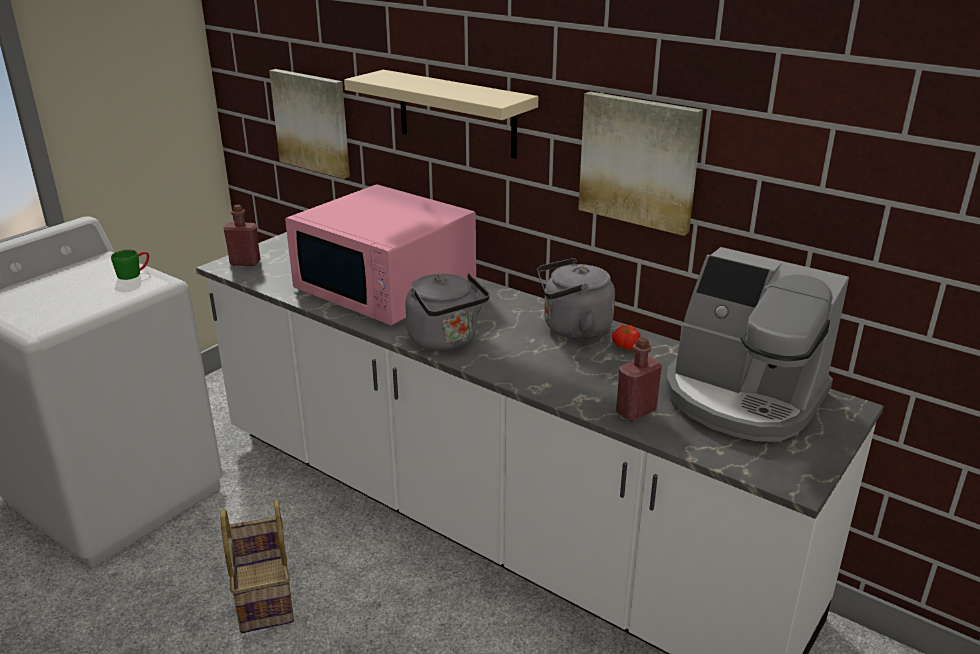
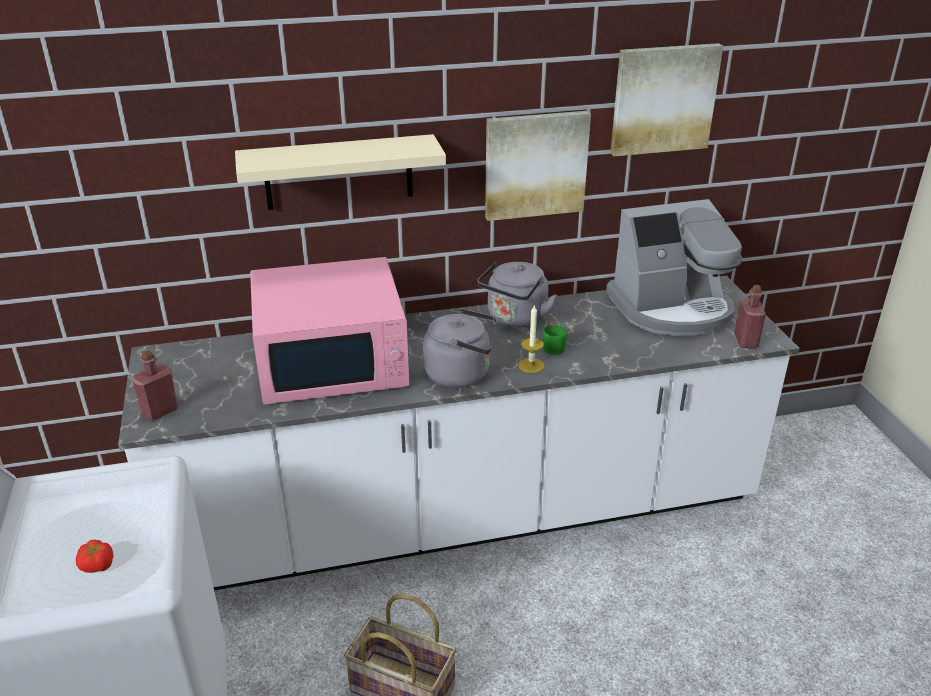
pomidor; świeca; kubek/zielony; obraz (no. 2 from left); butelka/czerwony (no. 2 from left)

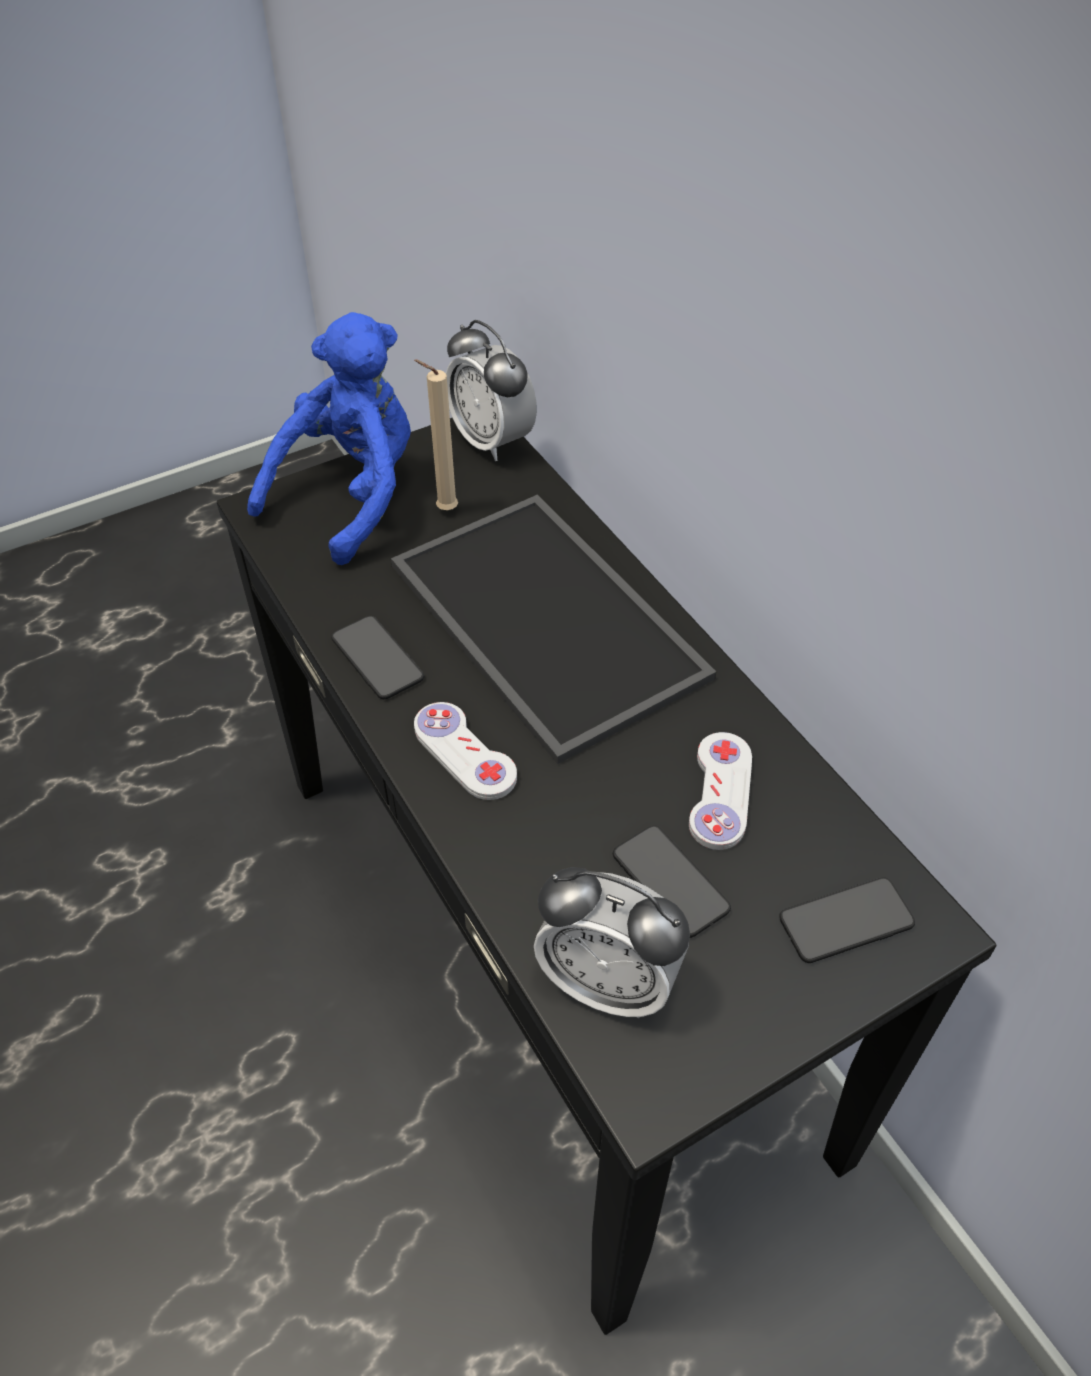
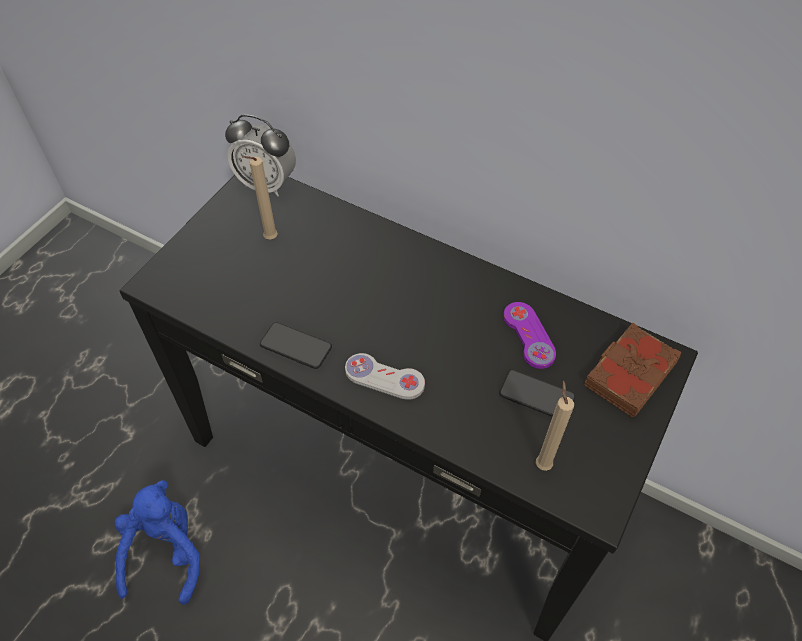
pluszak/niebieski; pad do gier/fioletowy; świeca/beżowy (no. 2 from left); książka/brązowy; taca

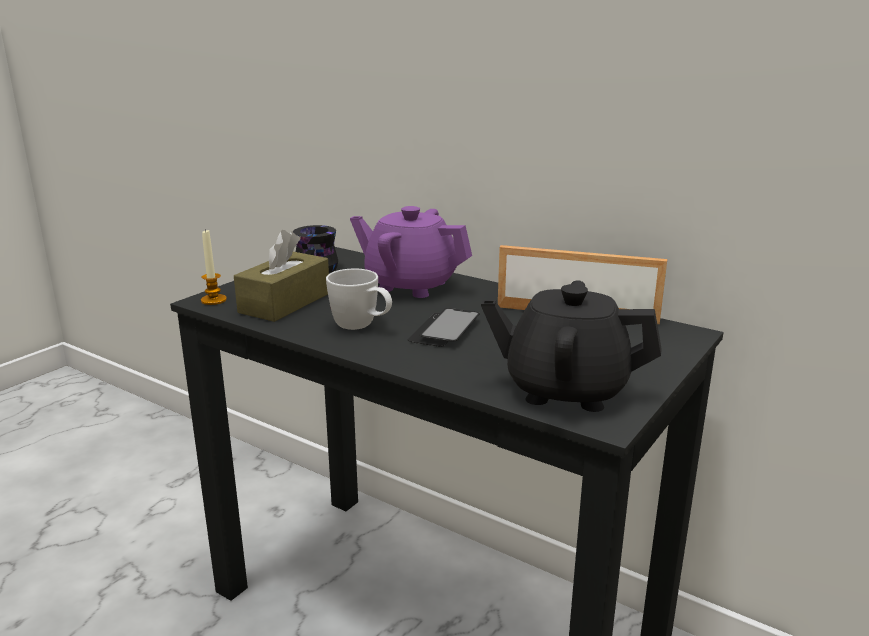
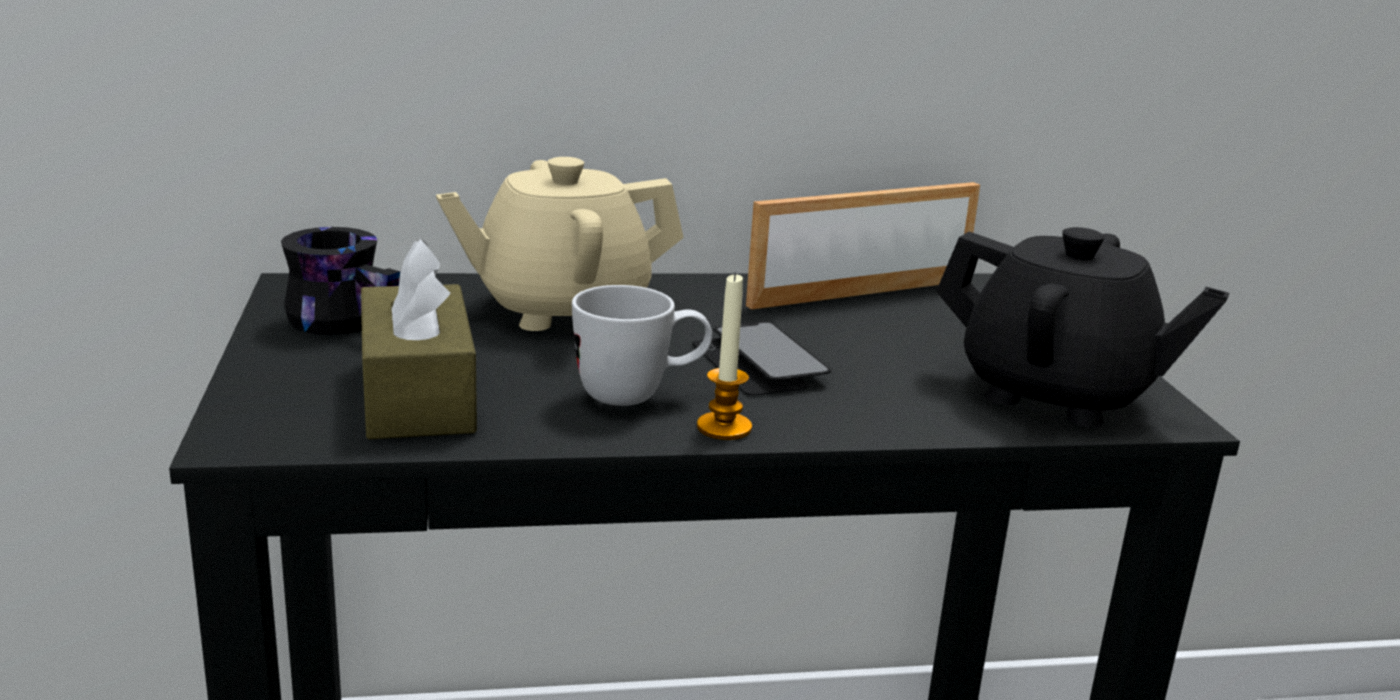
imbryk/beżowy; świeca; imbryk/czarny

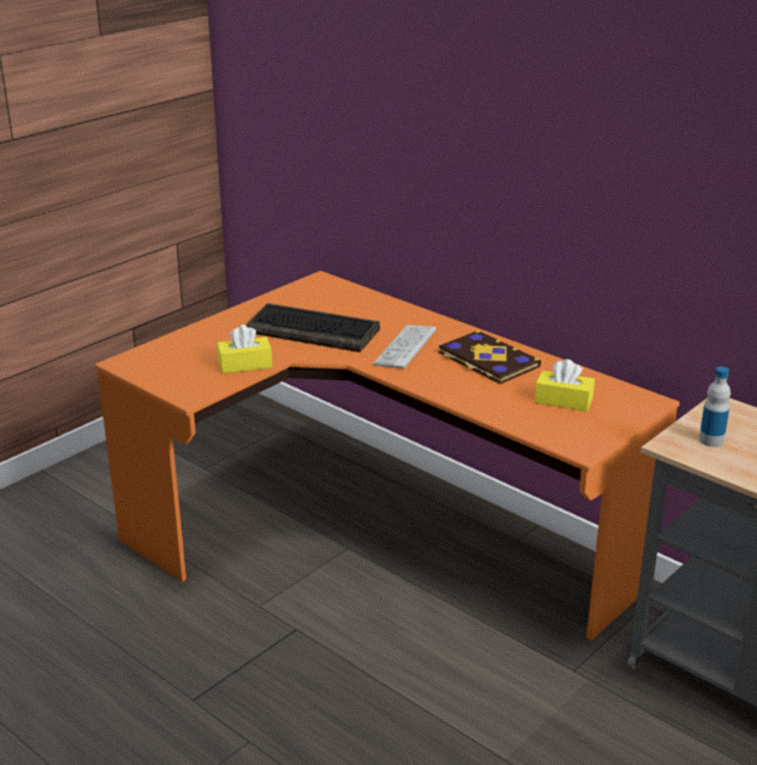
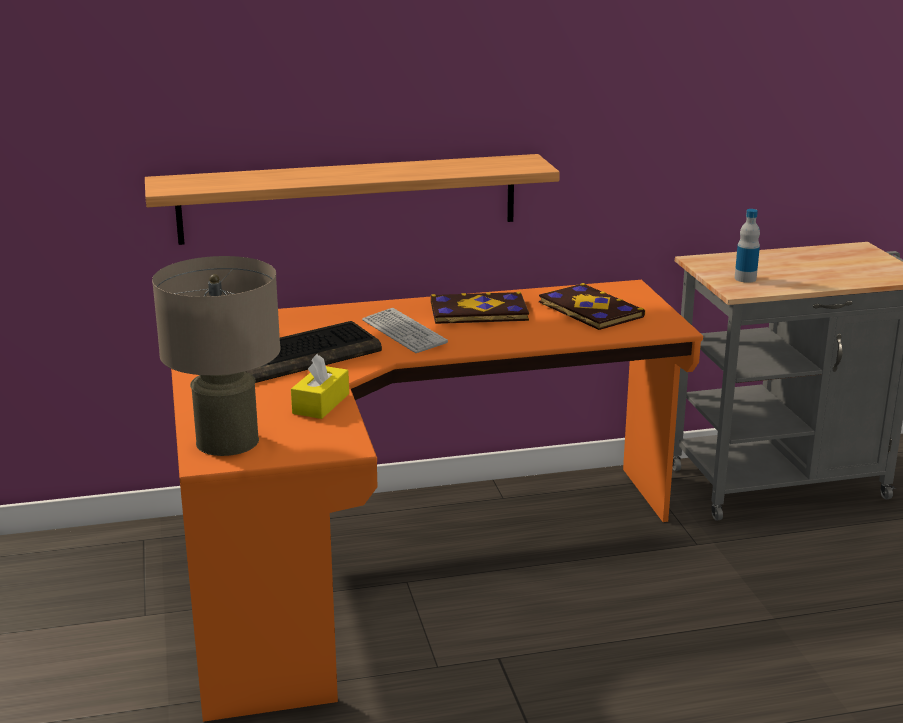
półka; lampa stołowa/beżowy; książka (no. 2 from left)

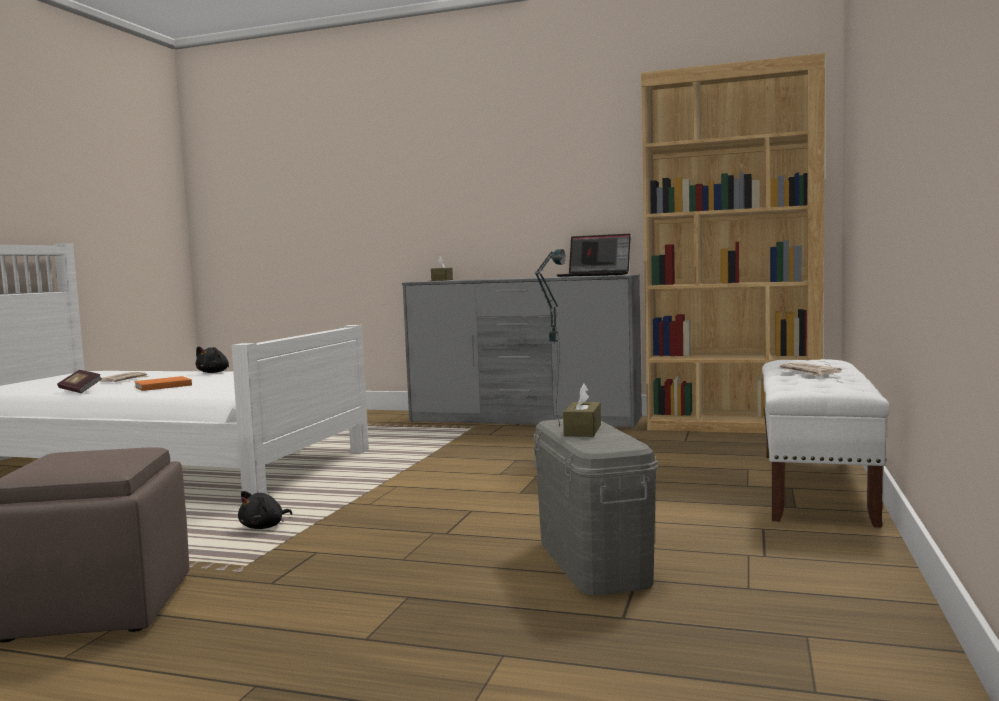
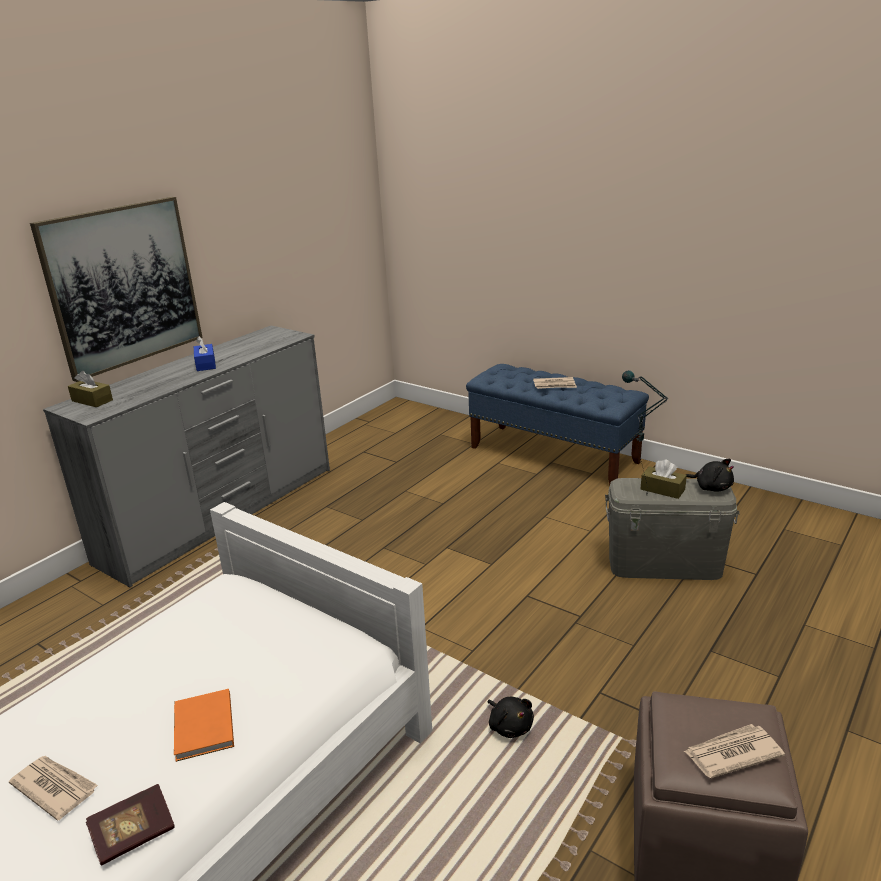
obraz; pudełko chusteczek/niebieski; ławka/niebieski; gazeta (no. 3 from left); pluszak/czarny (no. 2 from left); laptop; regał/brązowy

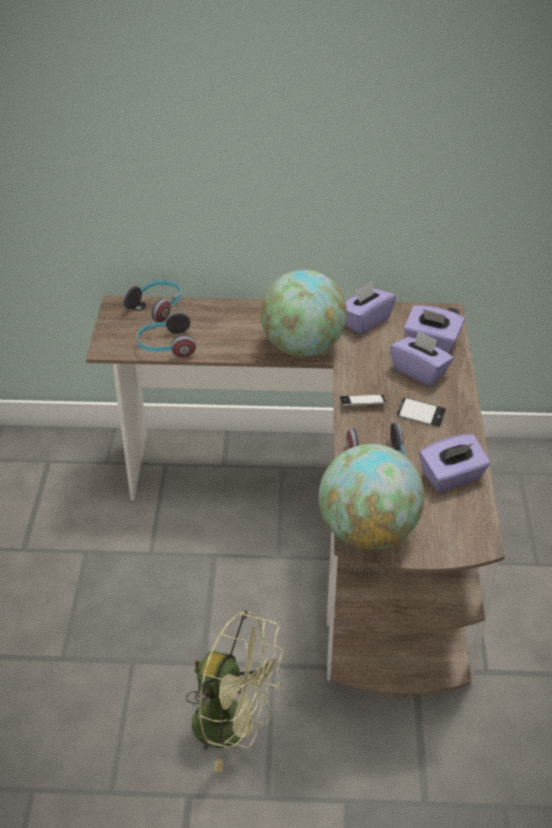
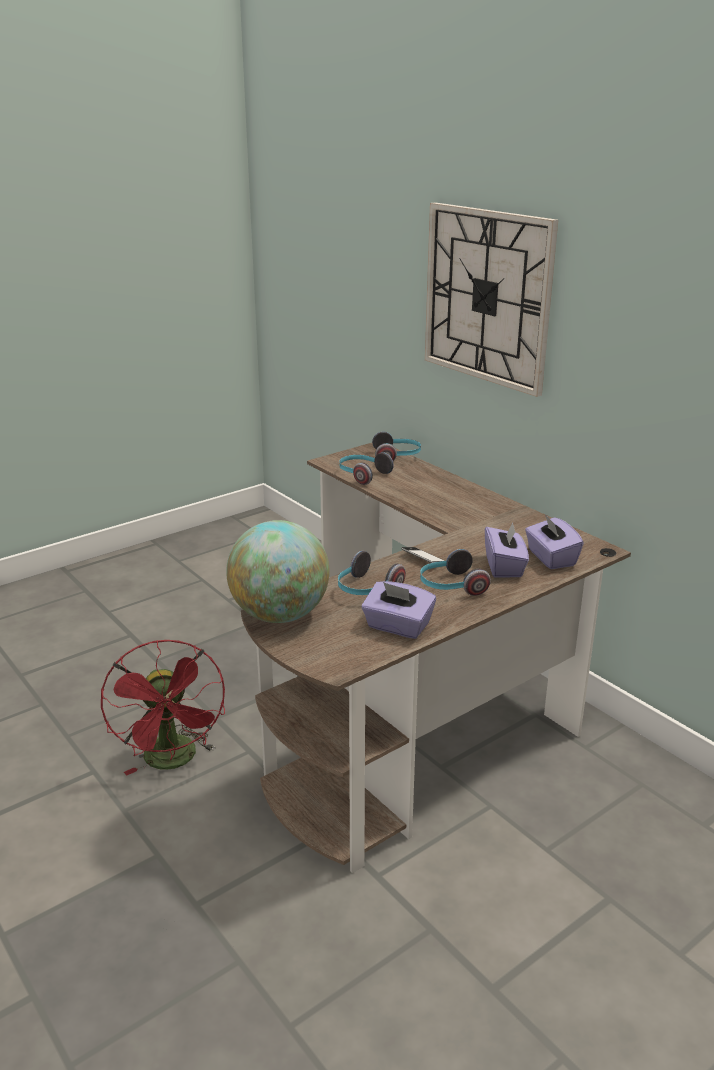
wentylator/czerwony; słuchawki (no. 4 from left); zegar ścienny; globus (no. 1 from left in the first image); pudełko chusteczek/fioletowy (no. 1 from left in the first image)

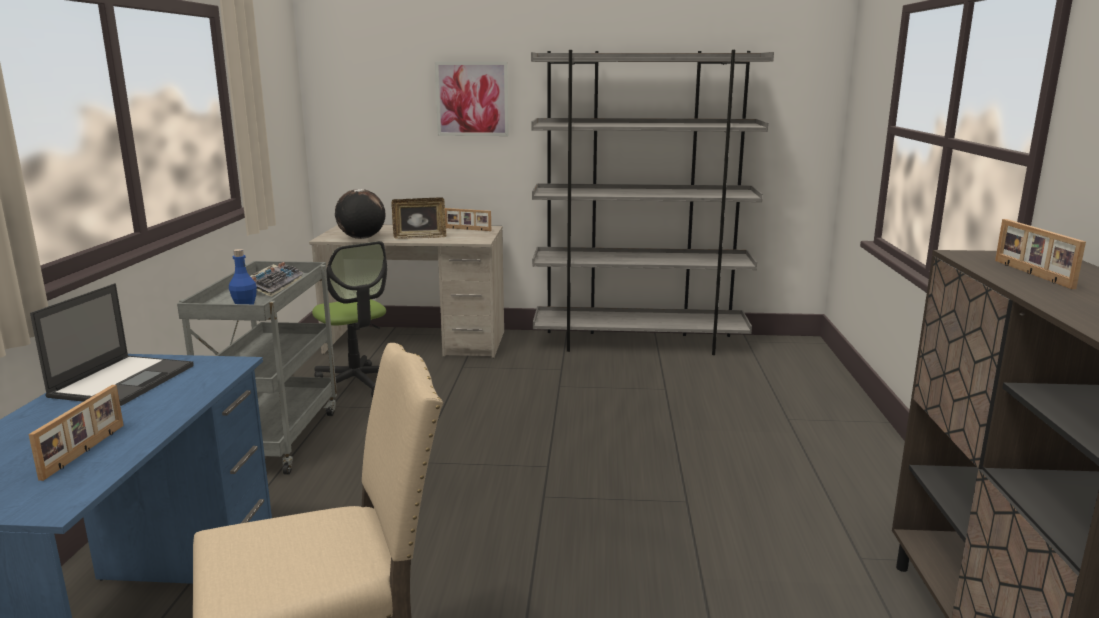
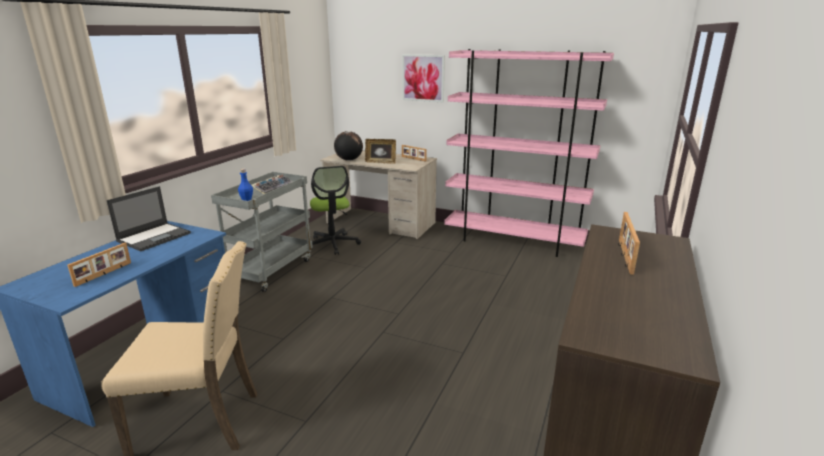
regał/różowy

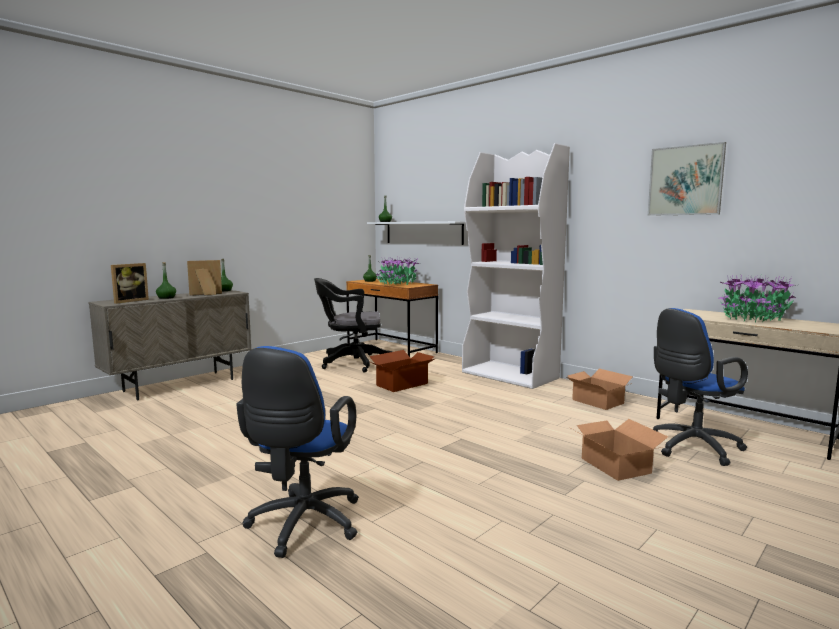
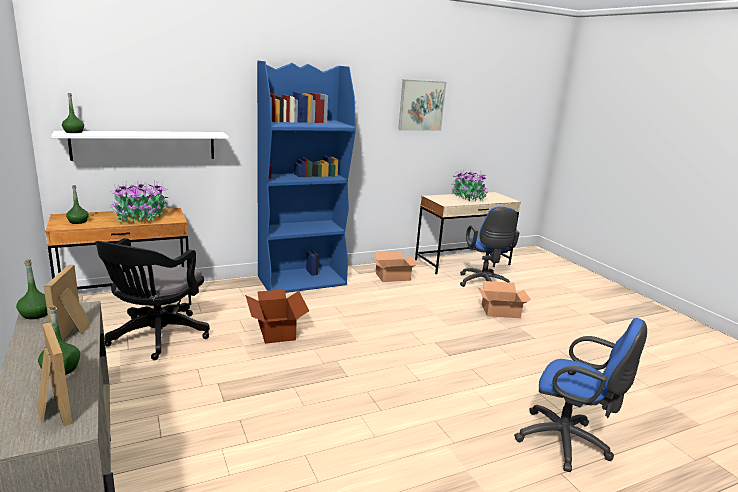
regał/niebieski

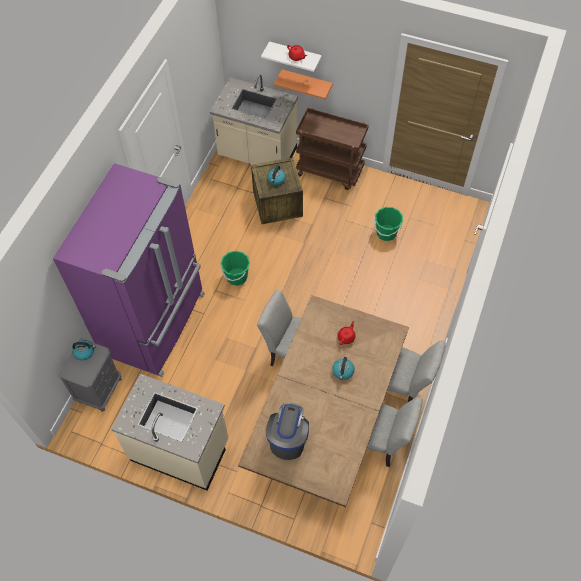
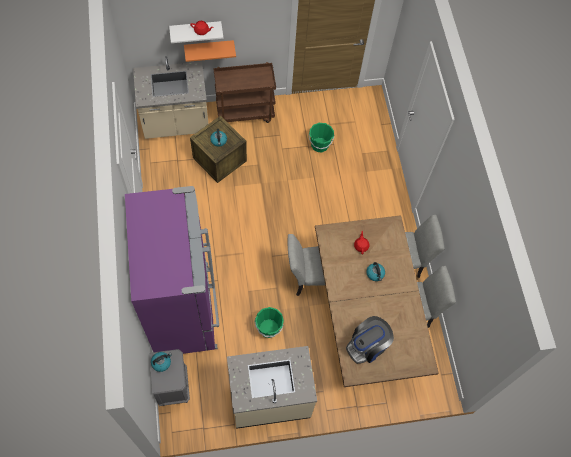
wiadro/zielony (no. 1 from left); ekspres do kawy

